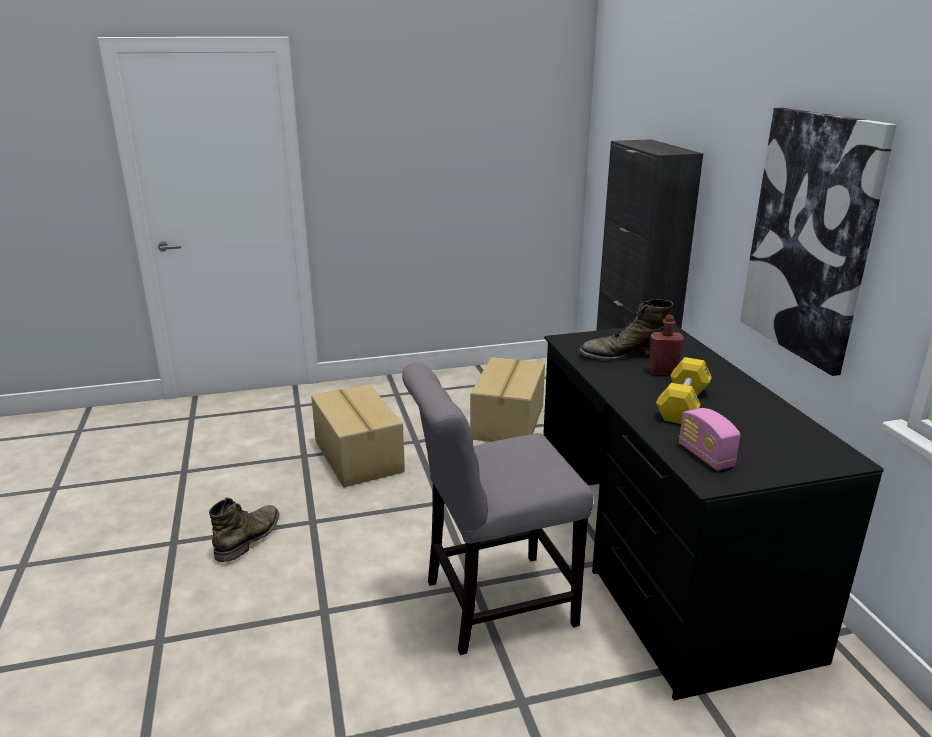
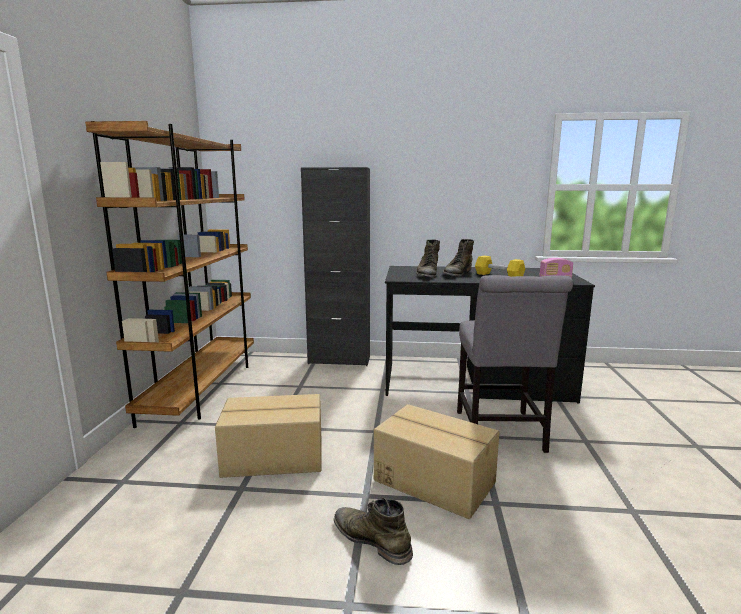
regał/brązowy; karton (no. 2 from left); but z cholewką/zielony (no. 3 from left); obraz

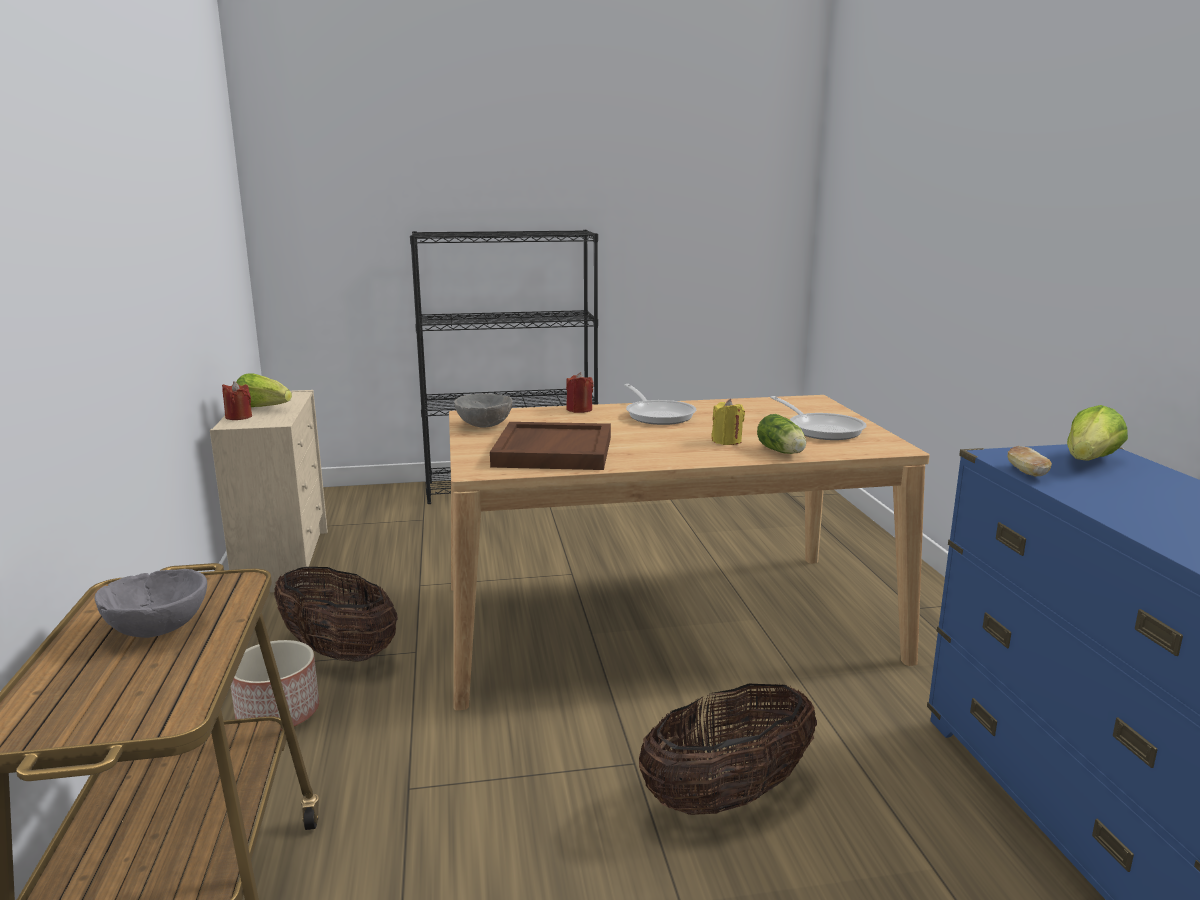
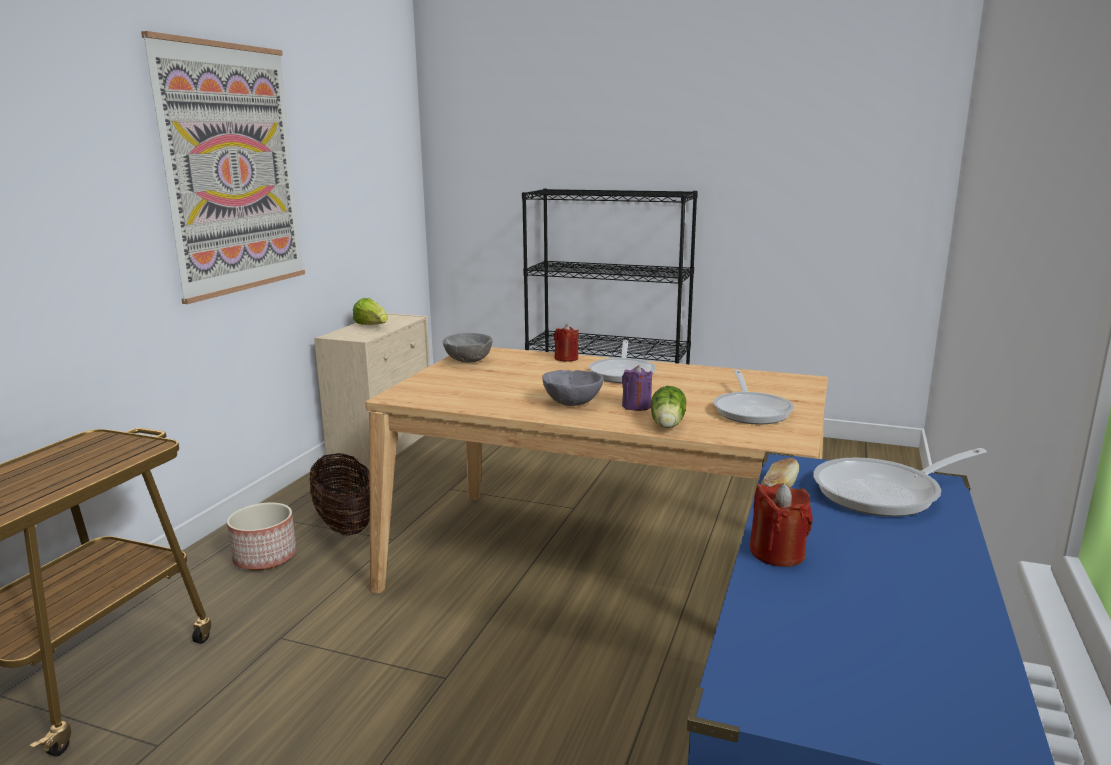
obraz; miska/szary (no. 2 from left); świeca/fioletowy; świeca/czerwony (no. 2 from left); patelnia (no. 3 from left); taca/brązowy; koszyk (no. 2 from left in the first image)

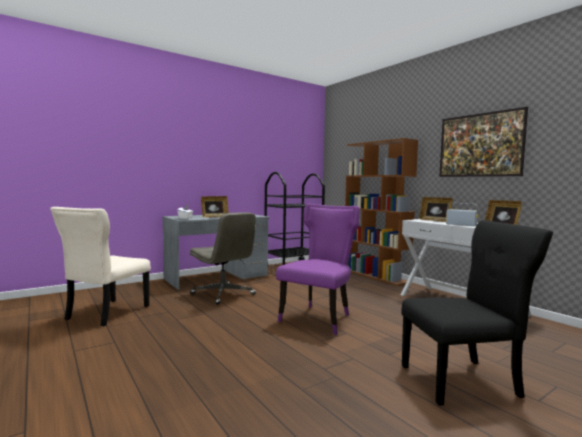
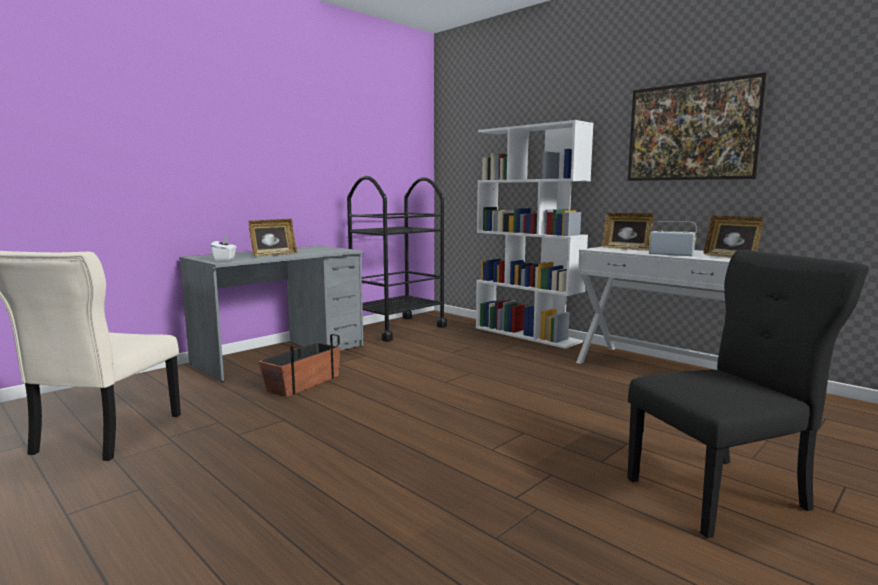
donica; regał/biały; krzesło/fioletowy

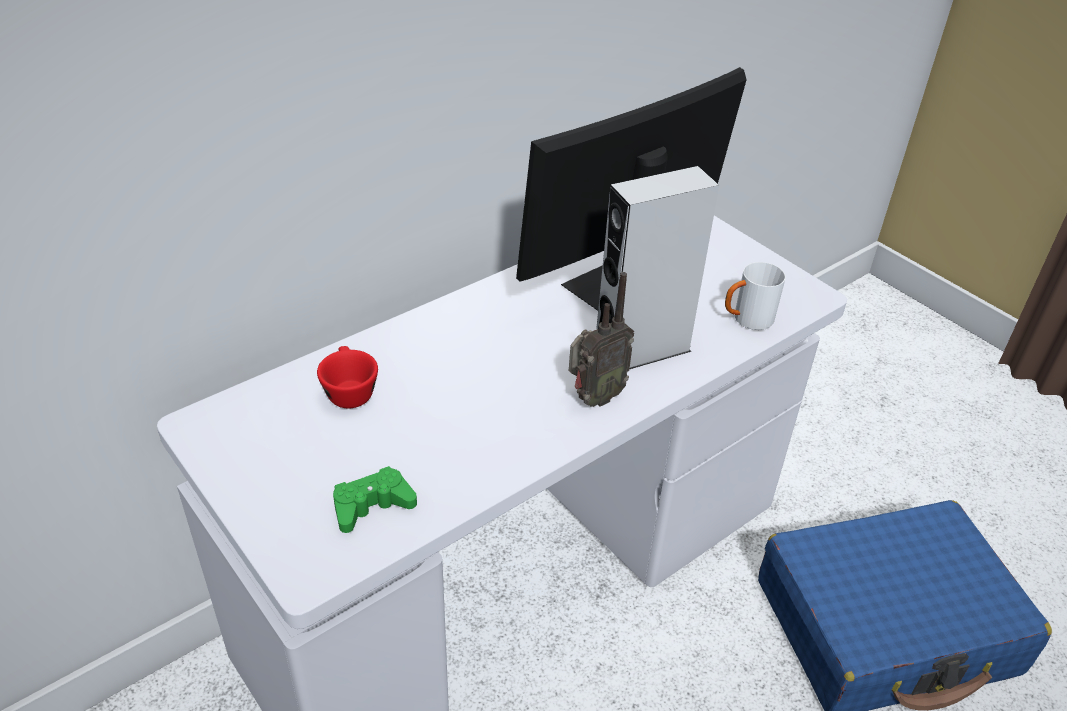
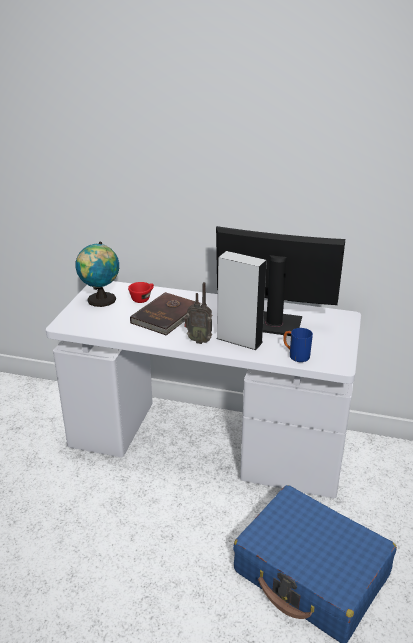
globus; książka/brązowy; kubek/niebieski; pad do gier/zielony

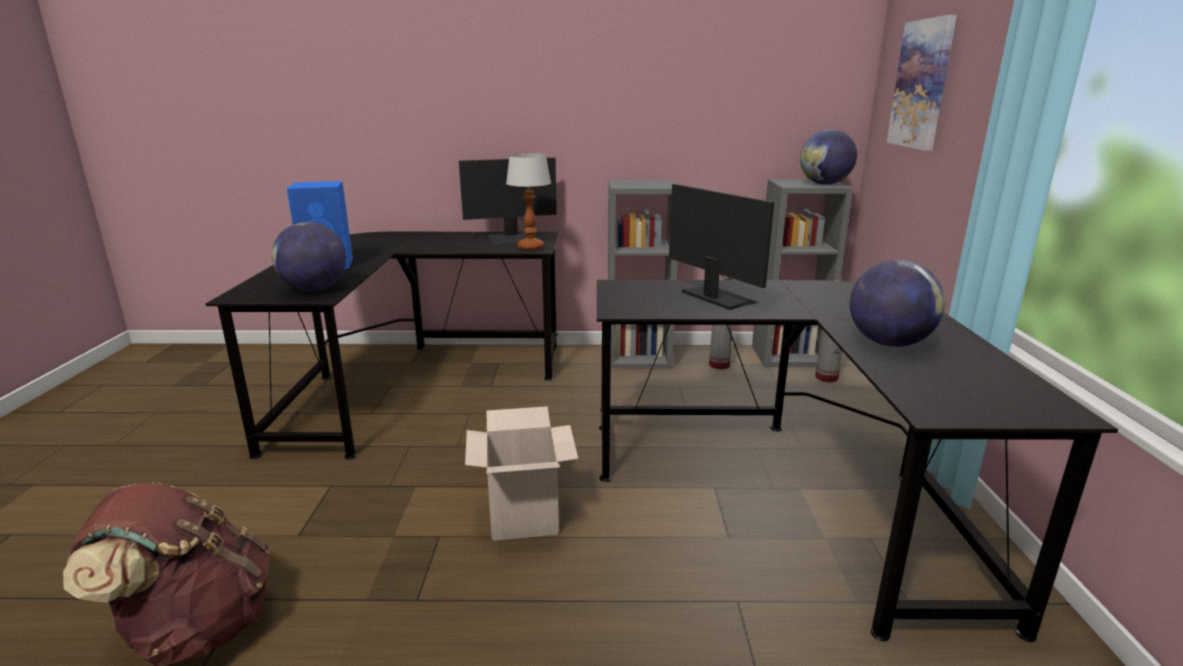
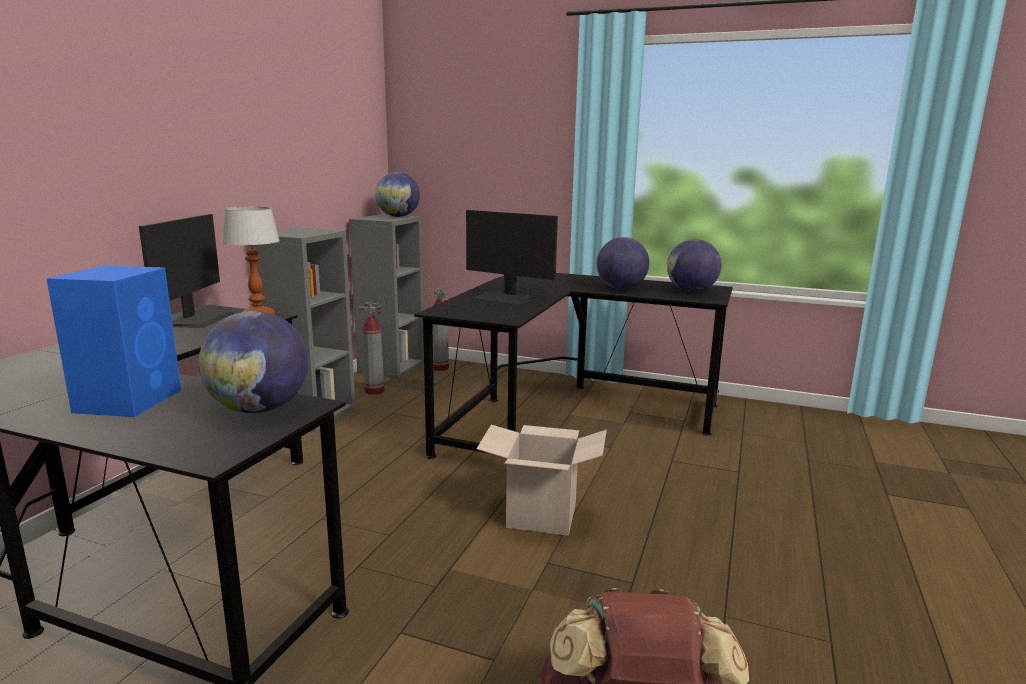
monitor (no. 2 from left); globus (no. 4 from left); obraz

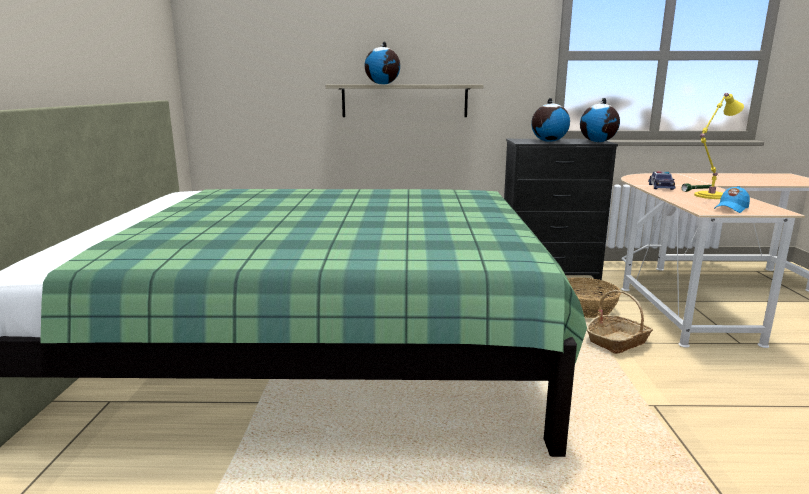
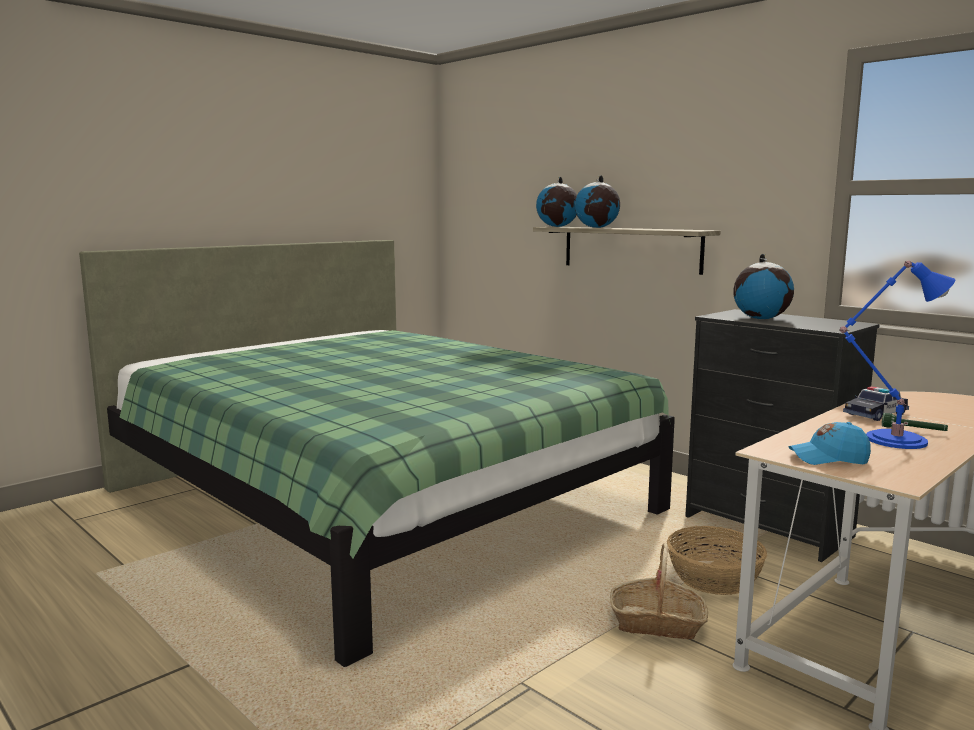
globus (no. 1 from left); lampa stołowa/niebieski

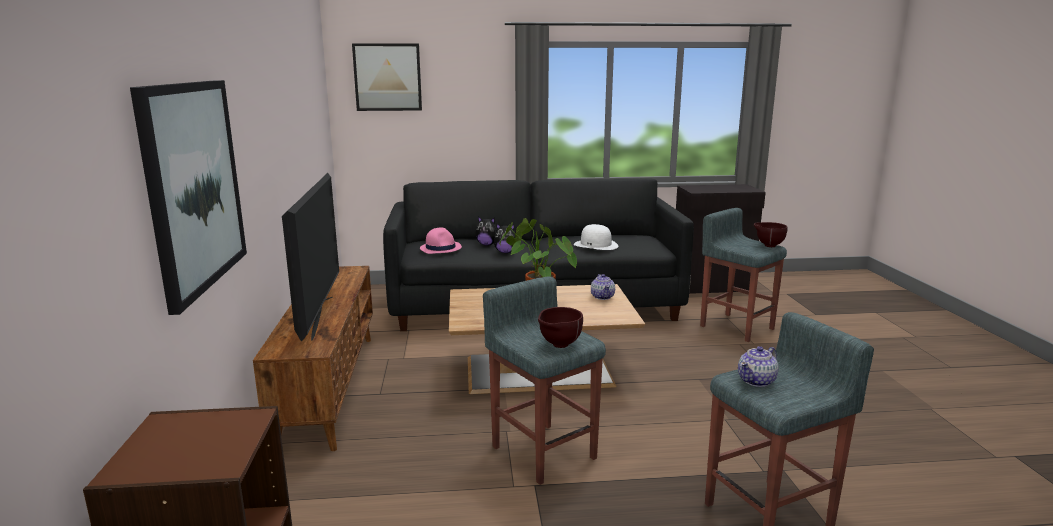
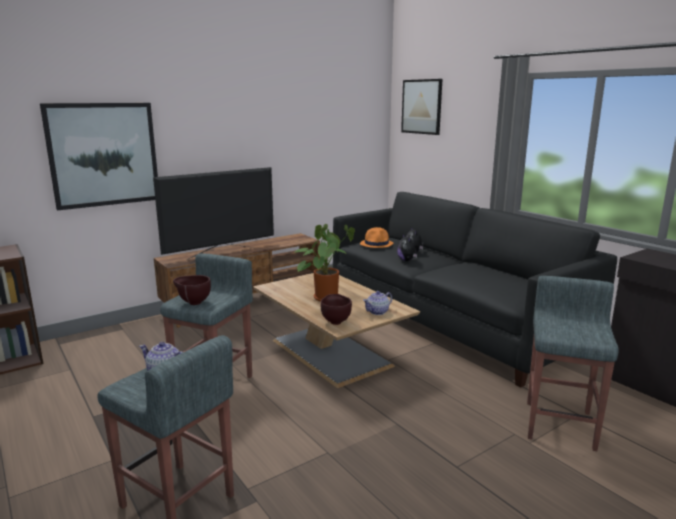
miska/brązowy (no. 2 from left); kapelusz/pomarańczowy; kapelusz/biały

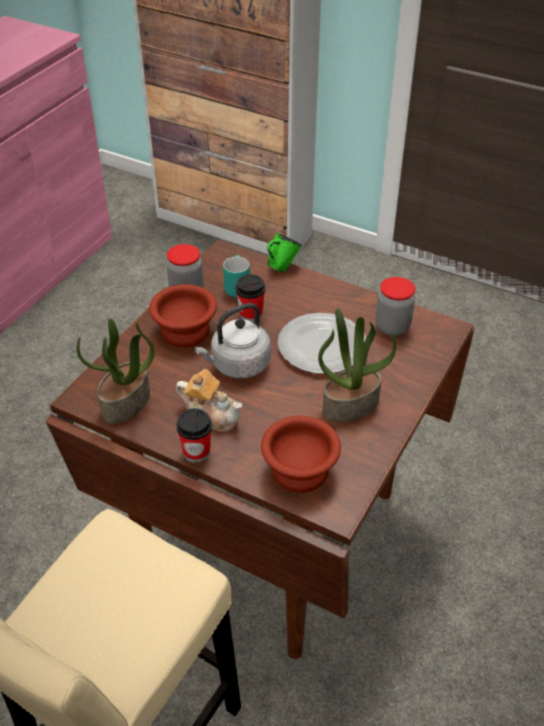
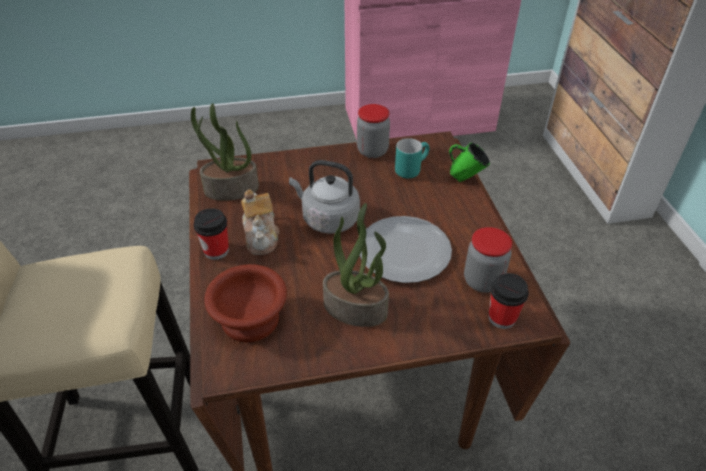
filiżanka (no. 2 from left); miska/brązowy (no. 1 from left in the first image)

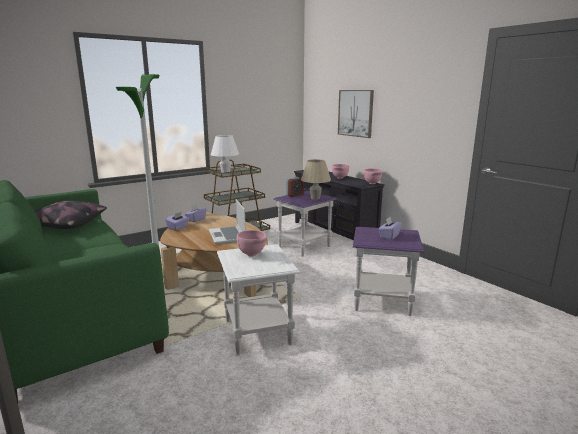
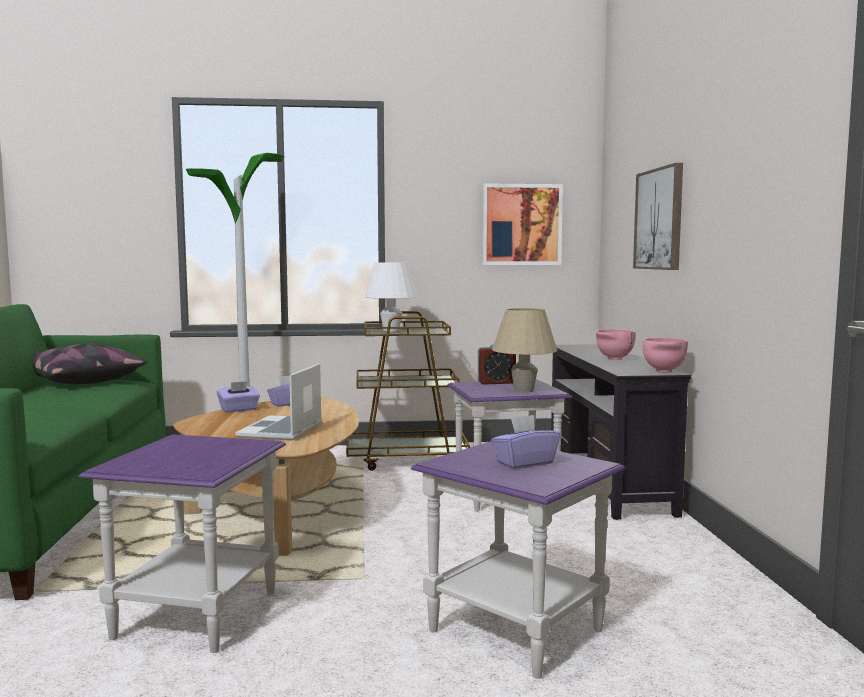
stolik/fioletowy (no. 1 from left); obraz (no. 1 from left); miska/różowy (no. 1 from left in the first image)

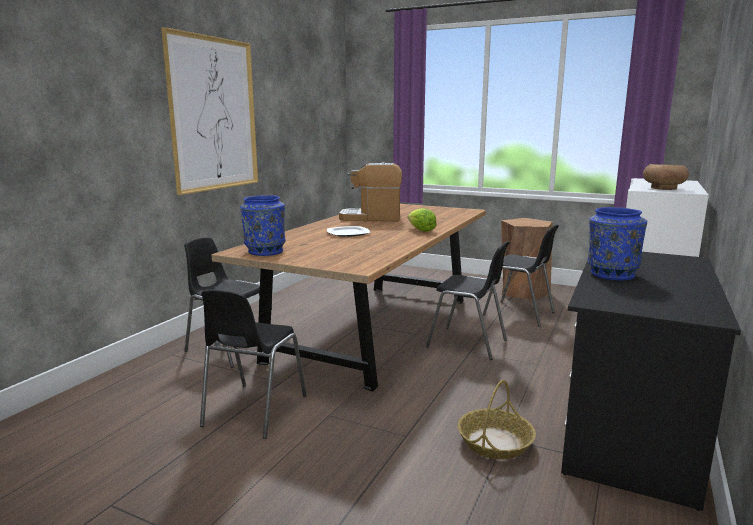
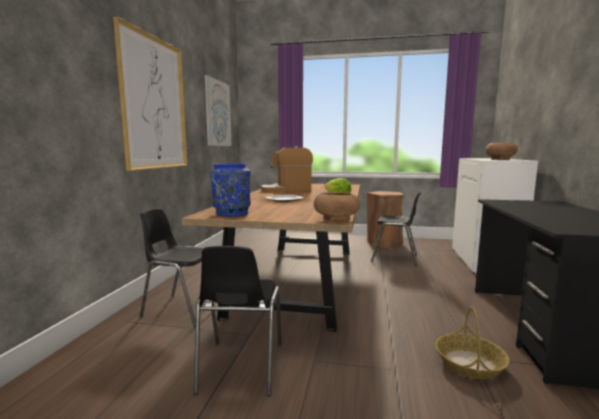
obraz (no. 2 from left); miska/brązowy (no. 1 from left); krzesło/czarny (no. 3 from left in the first image); wazon/niebieski (no. 2 from left in the first image)

